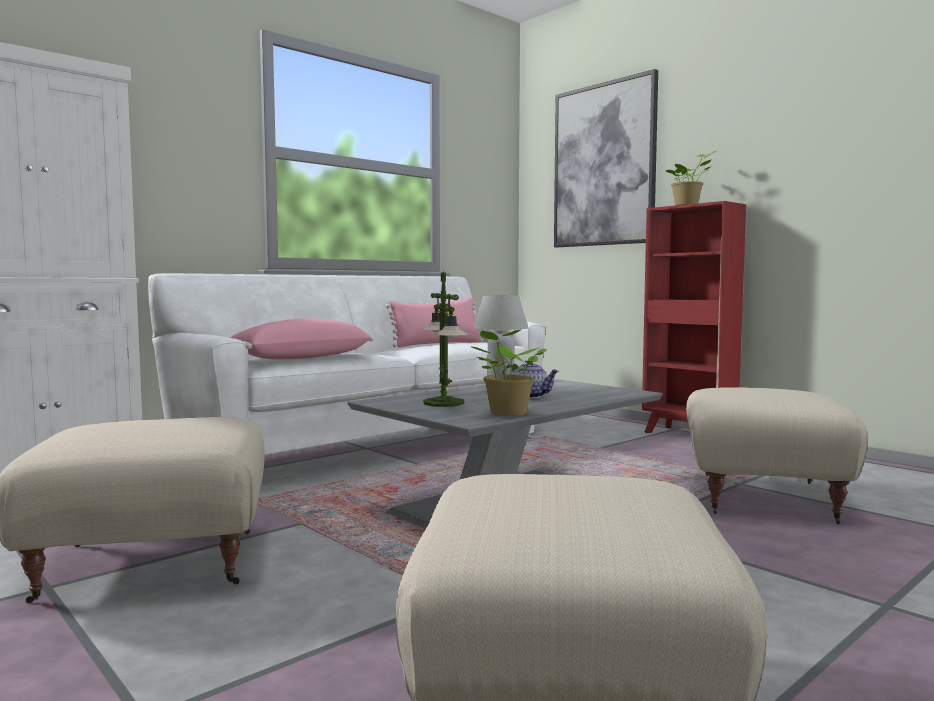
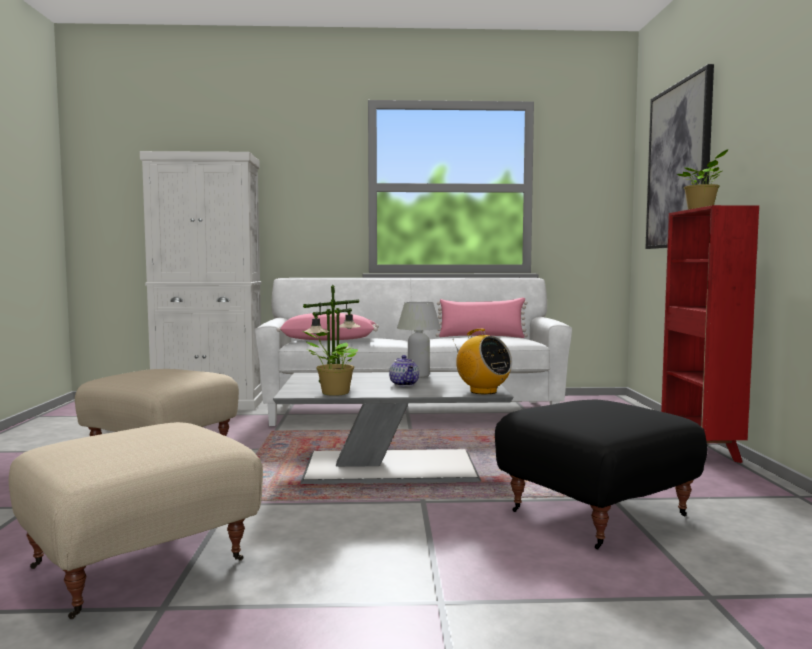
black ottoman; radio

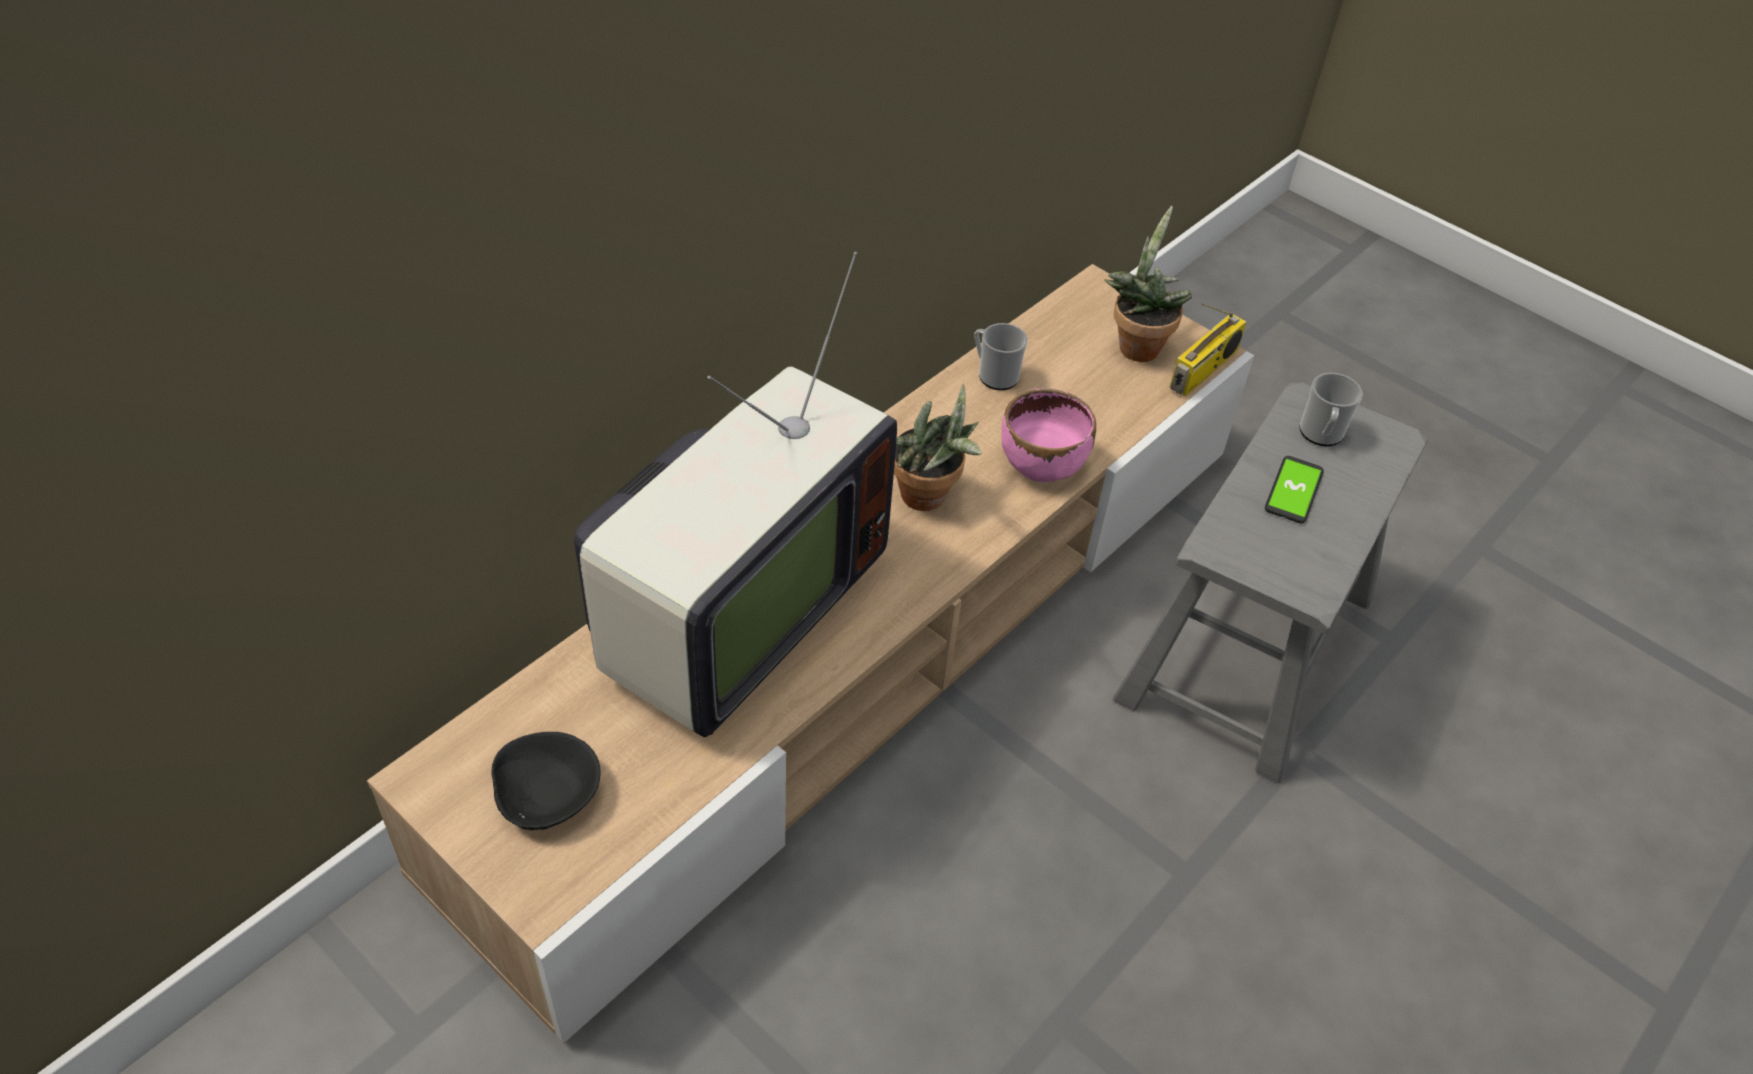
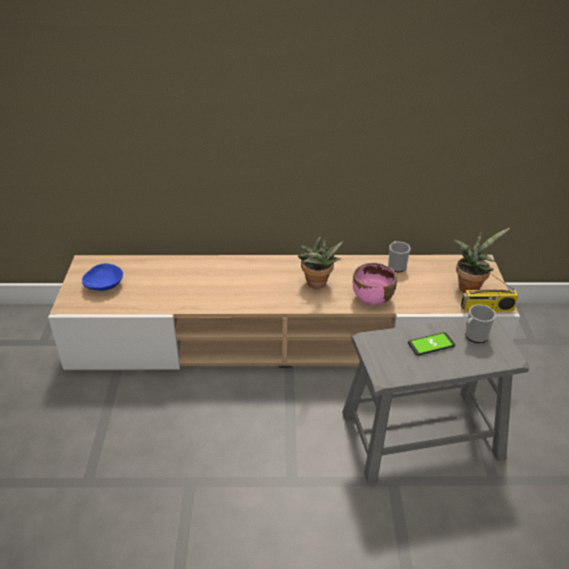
television; blue bowl

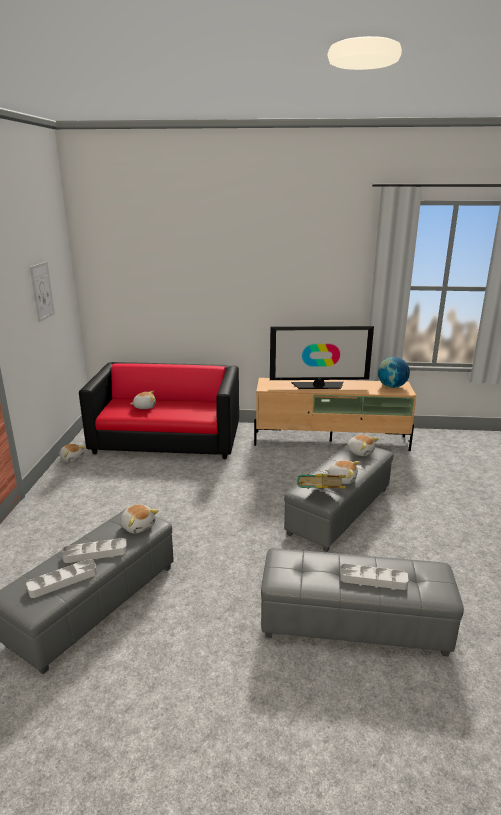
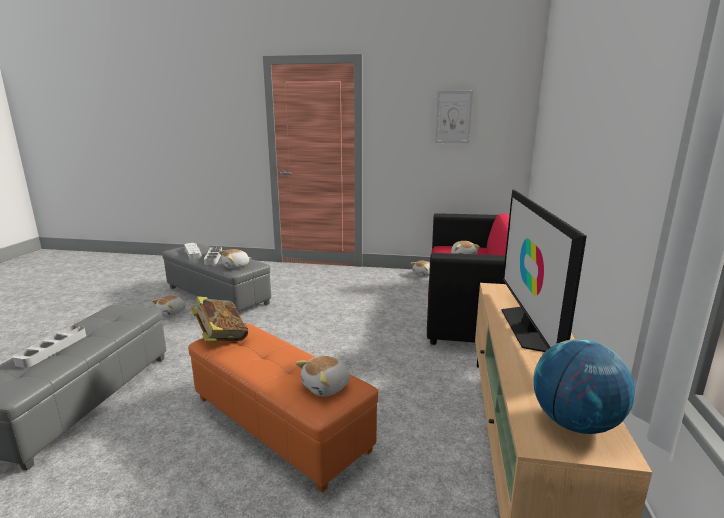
orange ottoman; plush toy (no. 1 from left)

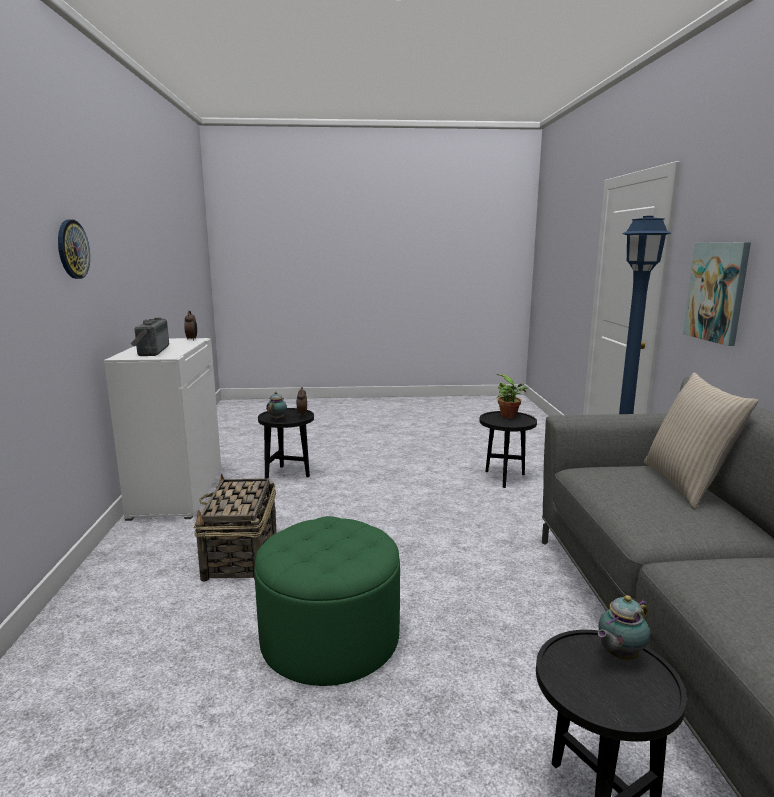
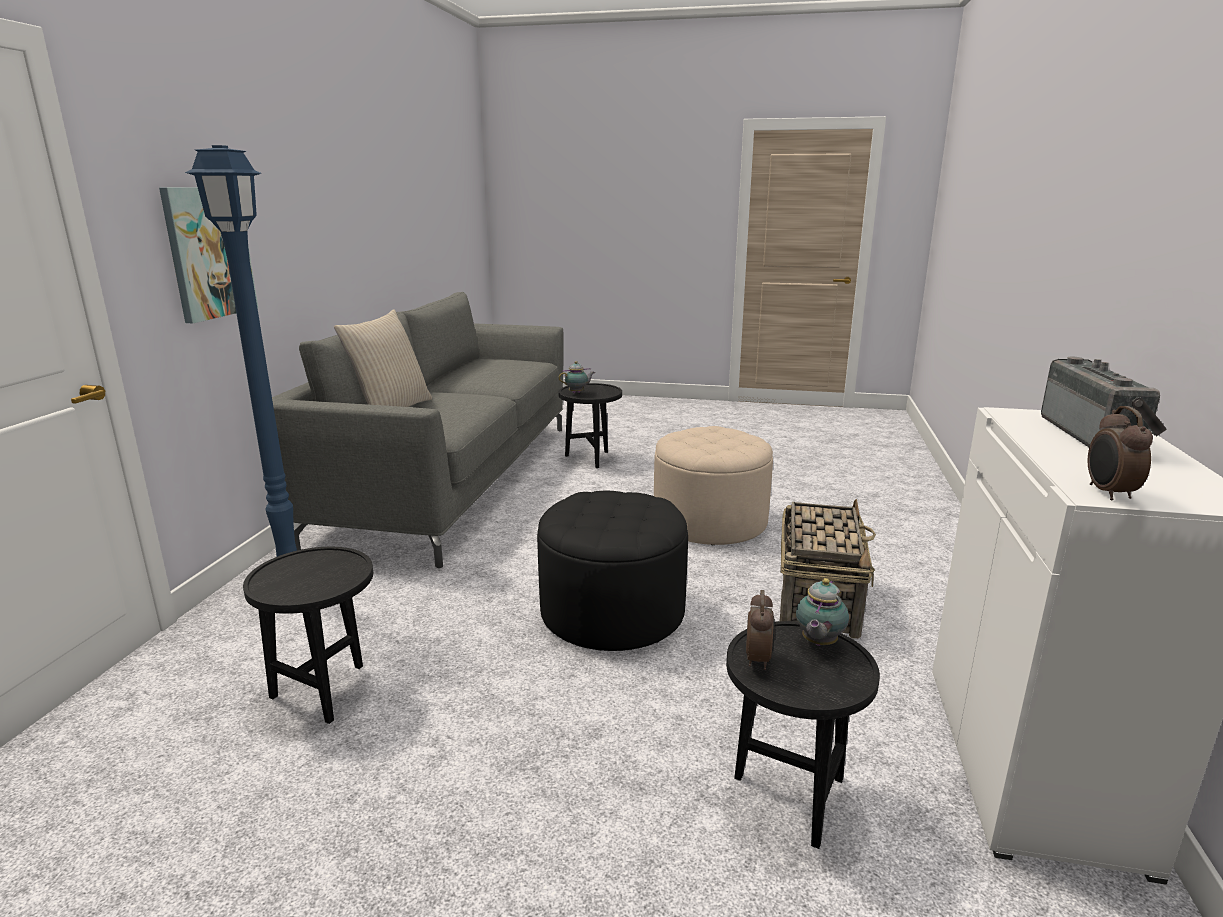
wall clock; potted plant; beige ottoman; black ottoman

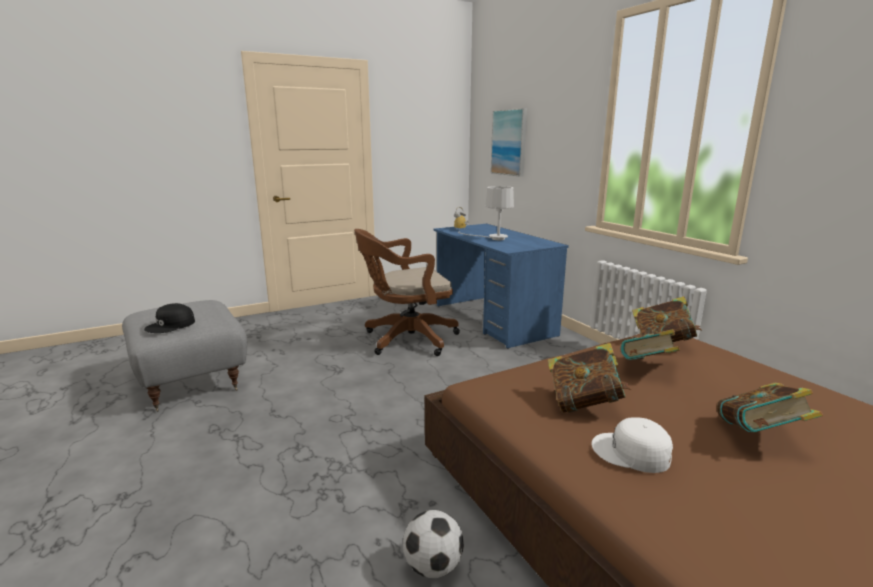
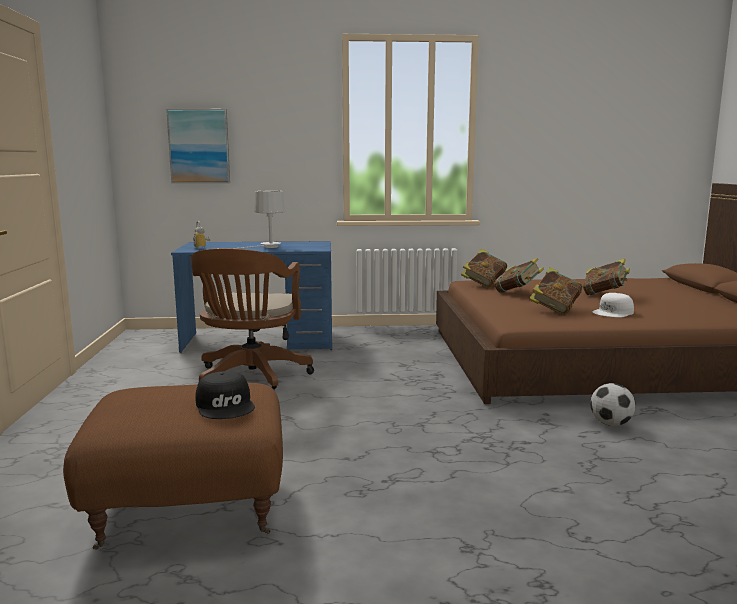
brown ottoman

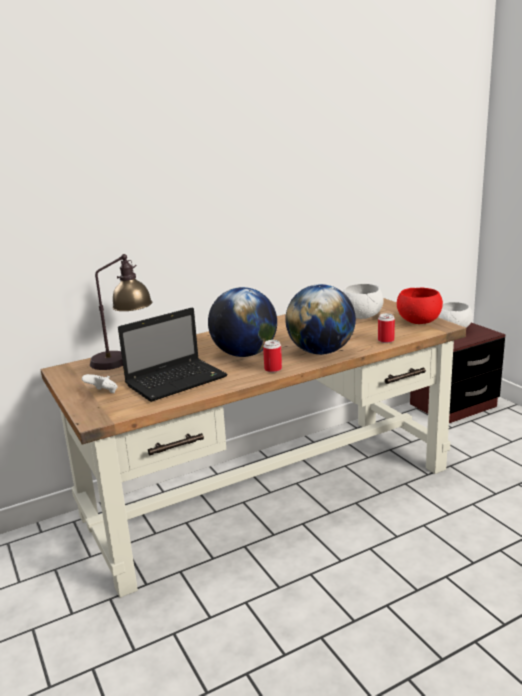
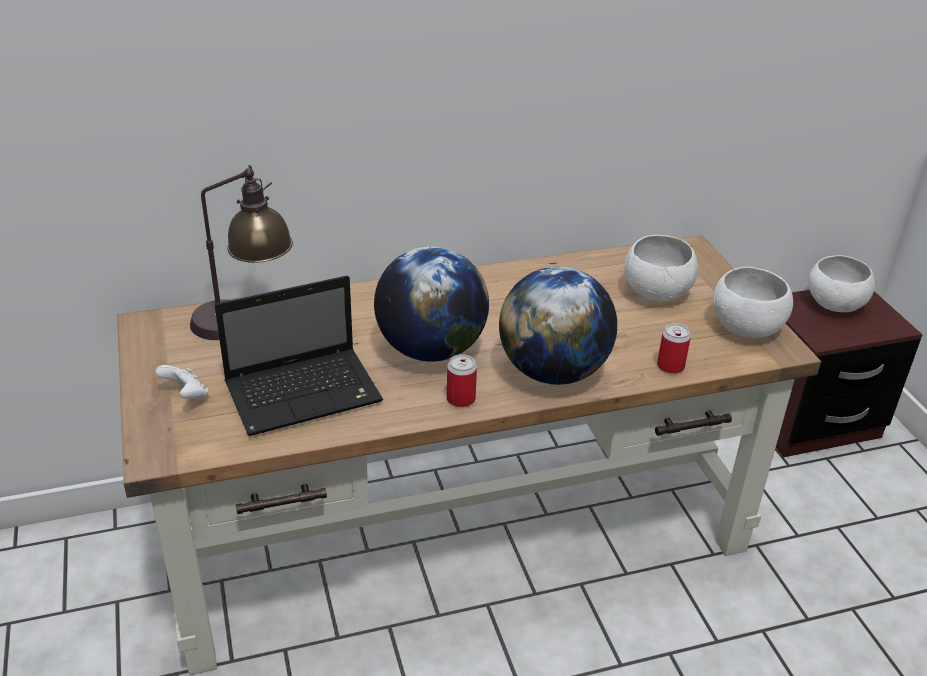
white bowl (no. 2 from left)

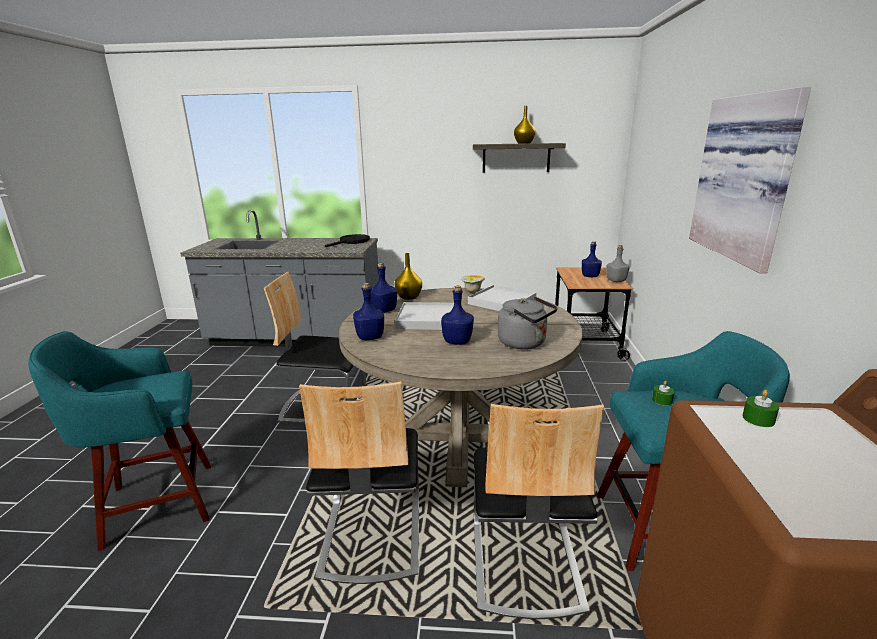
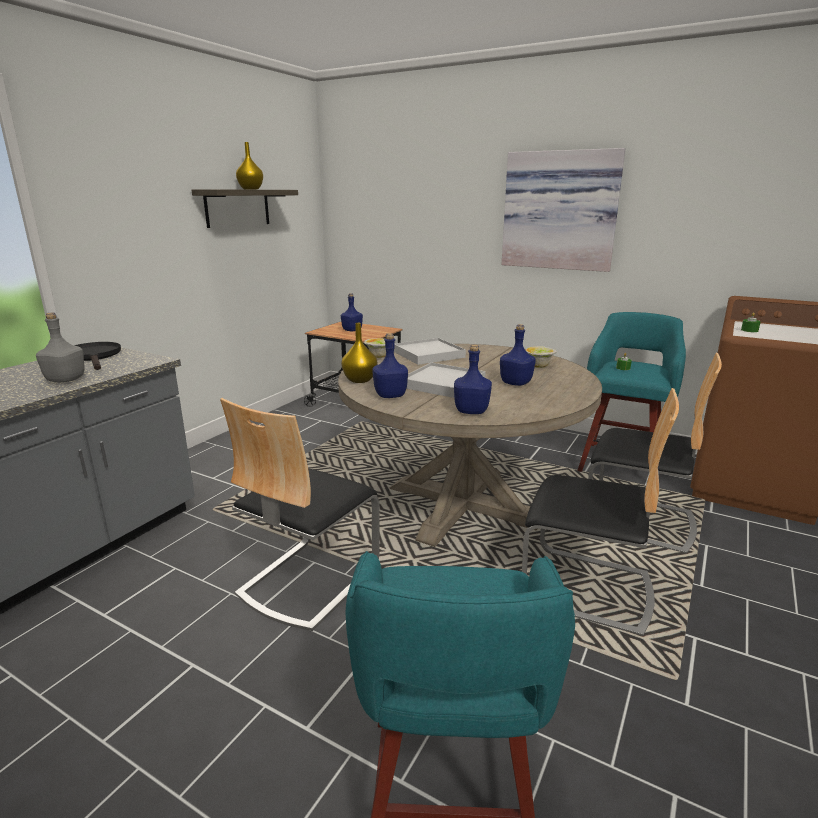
grey bottle; bowl (no. 2 from left)

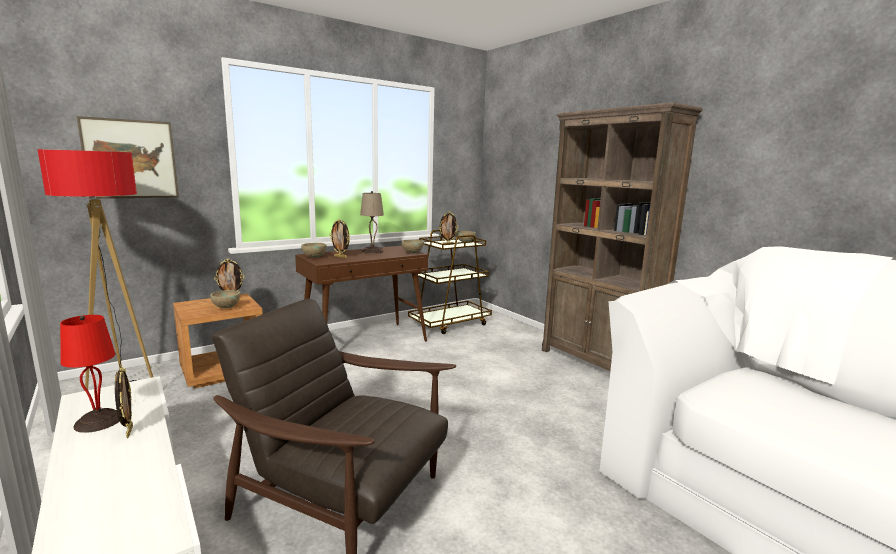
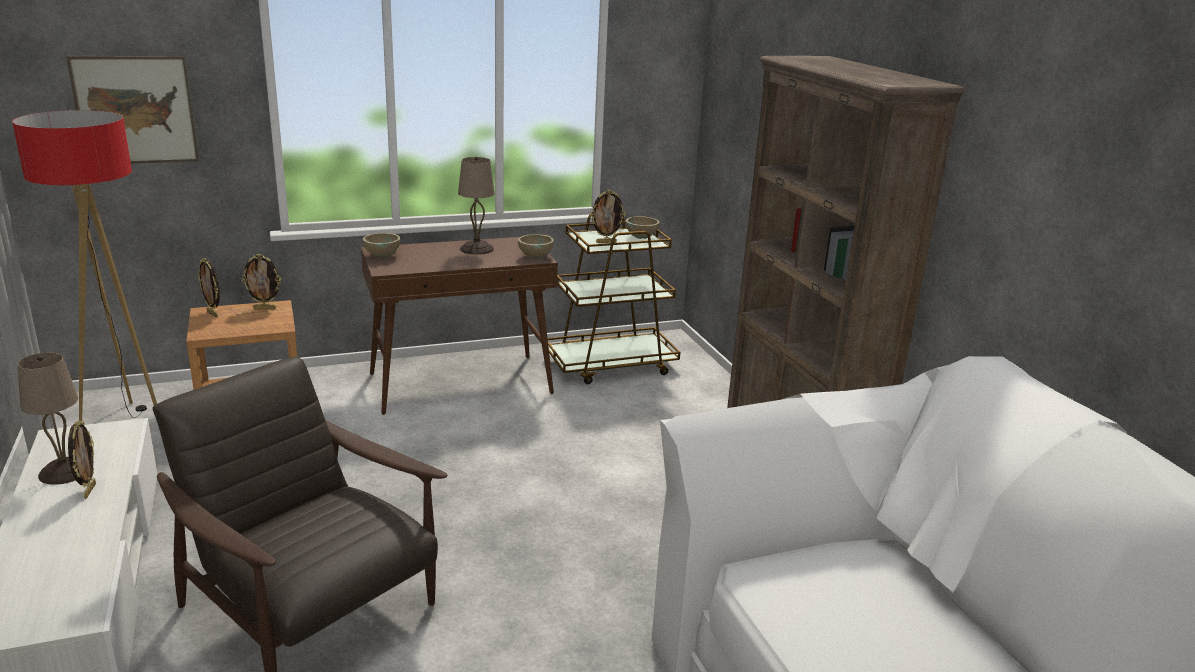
picture frame (no. 2 from left); beige bowl (no. 1 from left in the first image); beige table lamp (no. 1 from left)

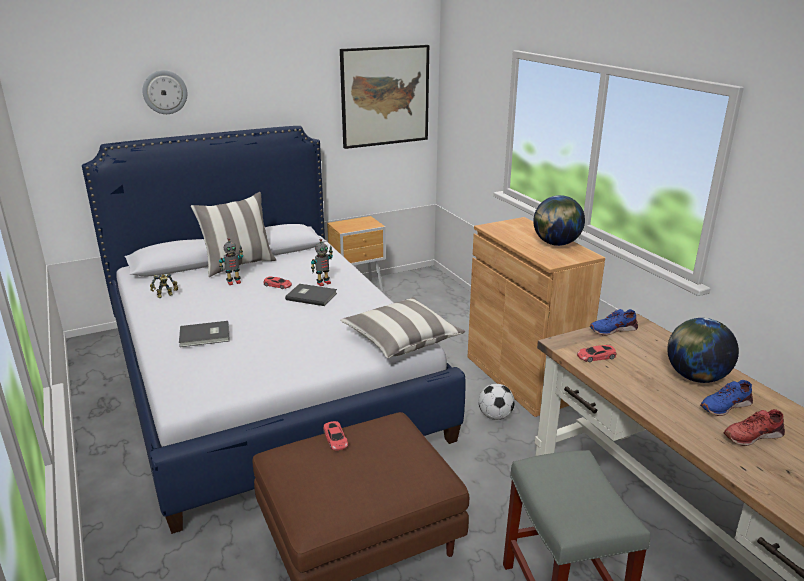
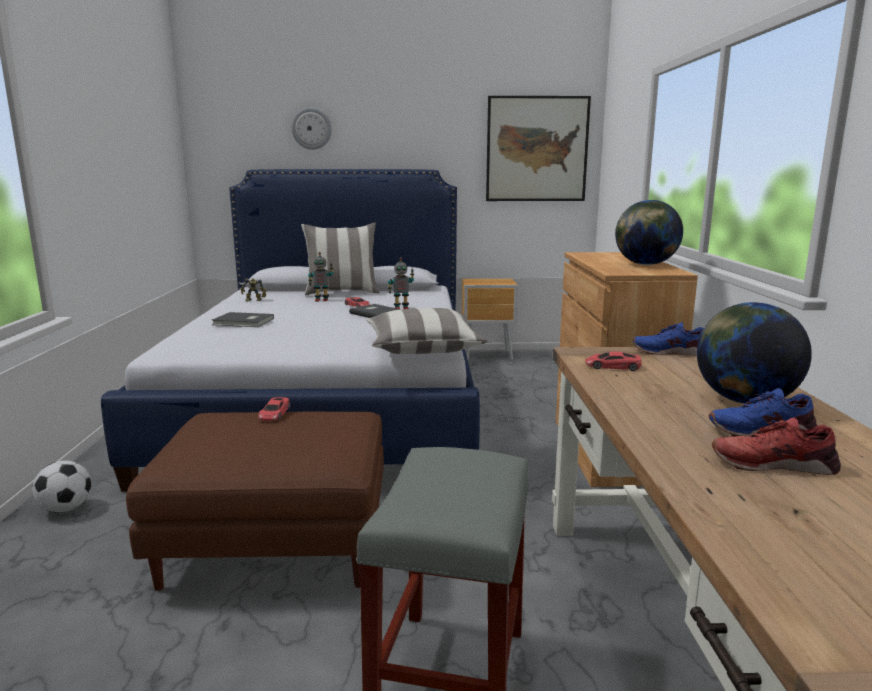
football

